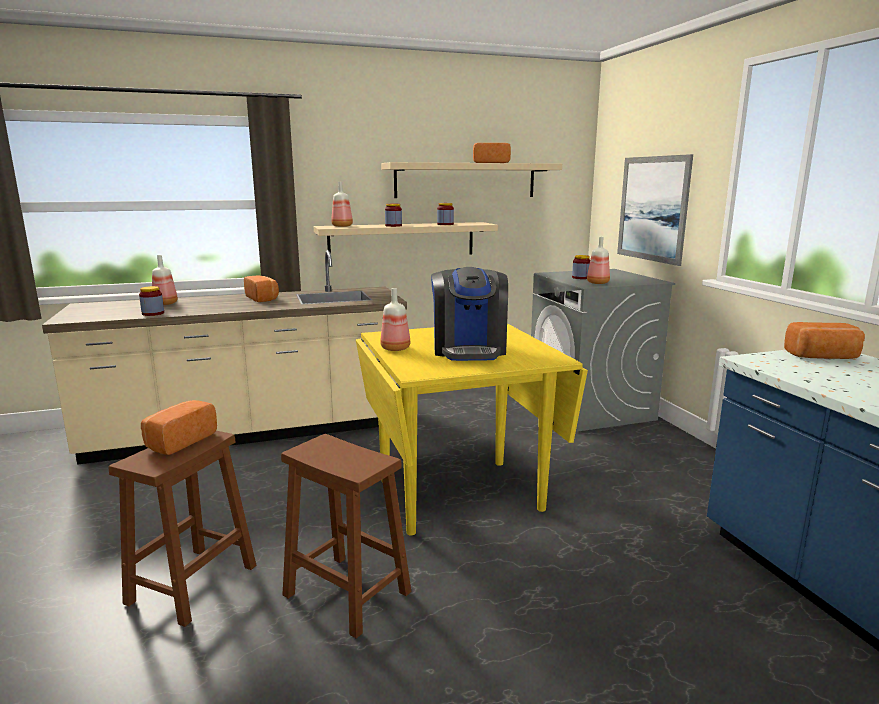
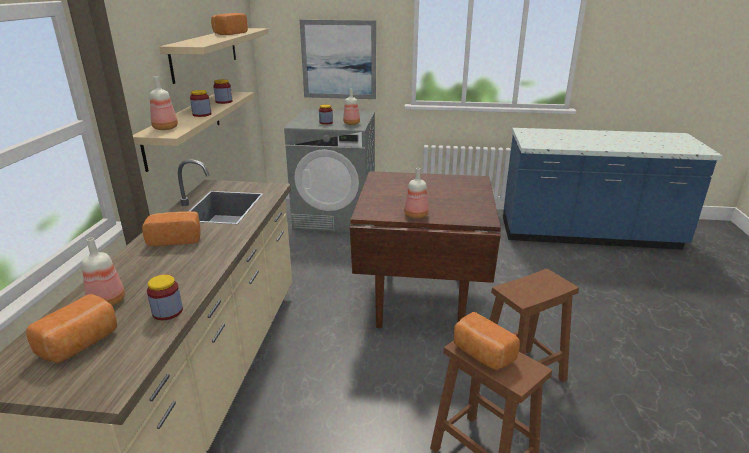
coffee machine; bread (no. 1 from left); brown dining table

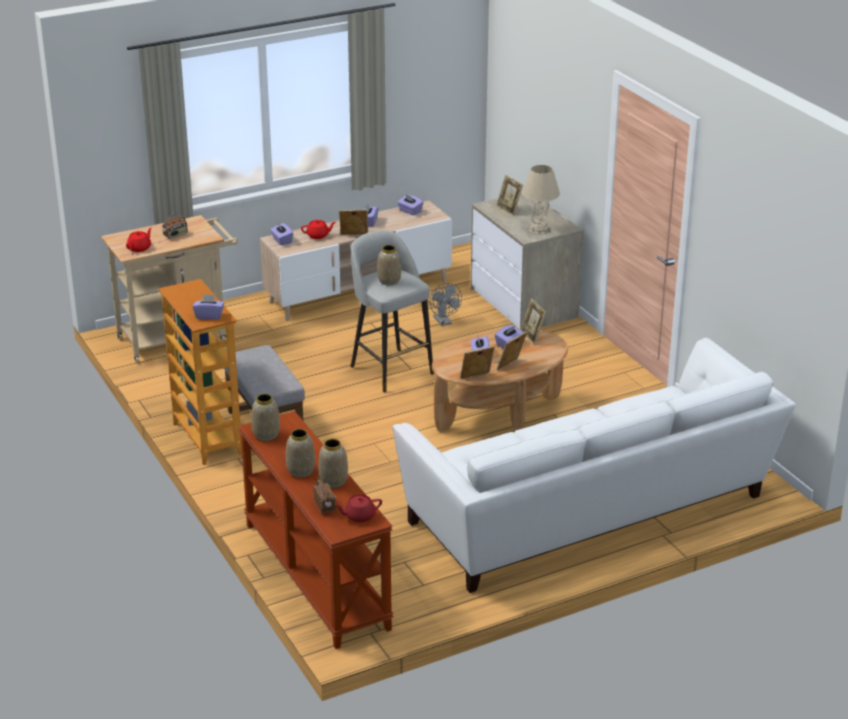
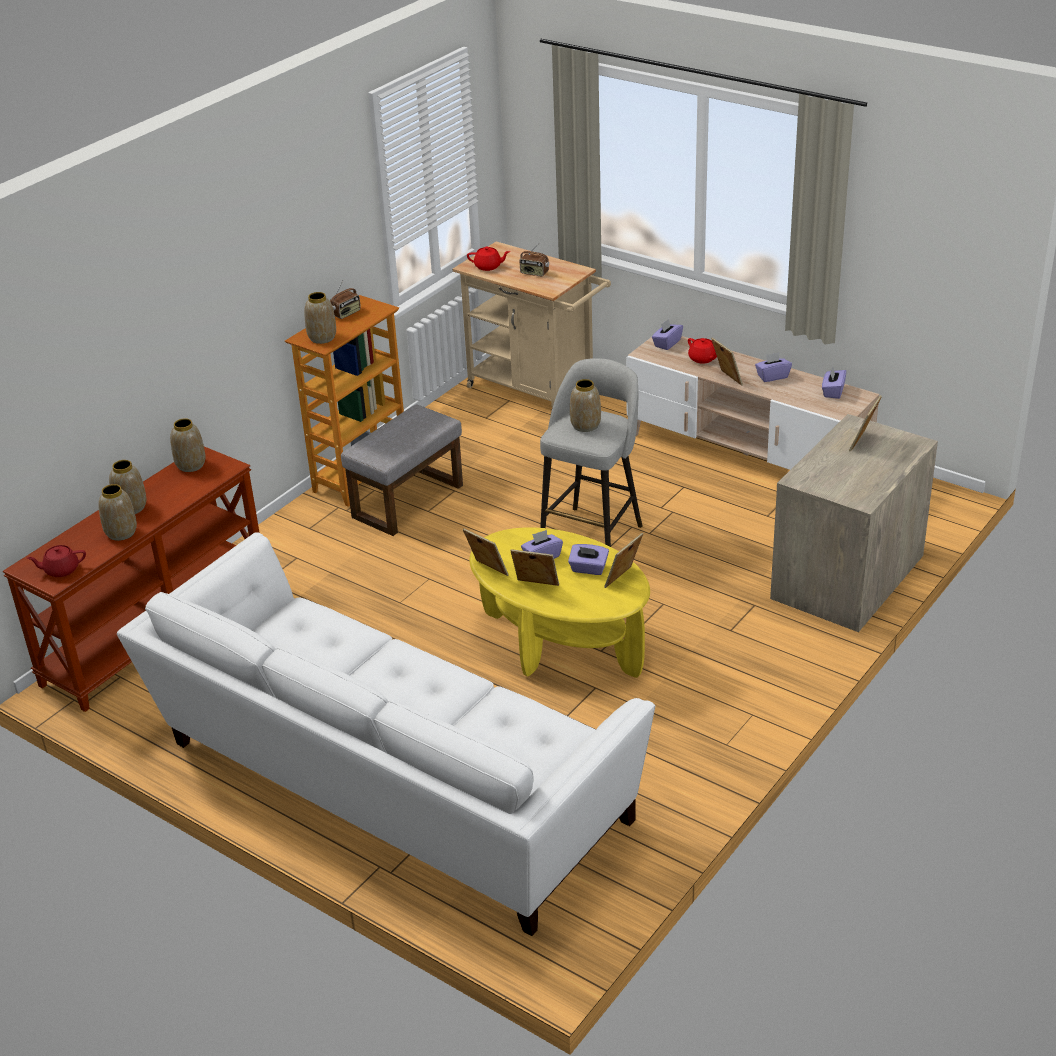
beige table lamp; grey fan; vase (no. 4 from left); yellow coffee table; radio (no. 1 from left); red teapot (no. 1 from left)

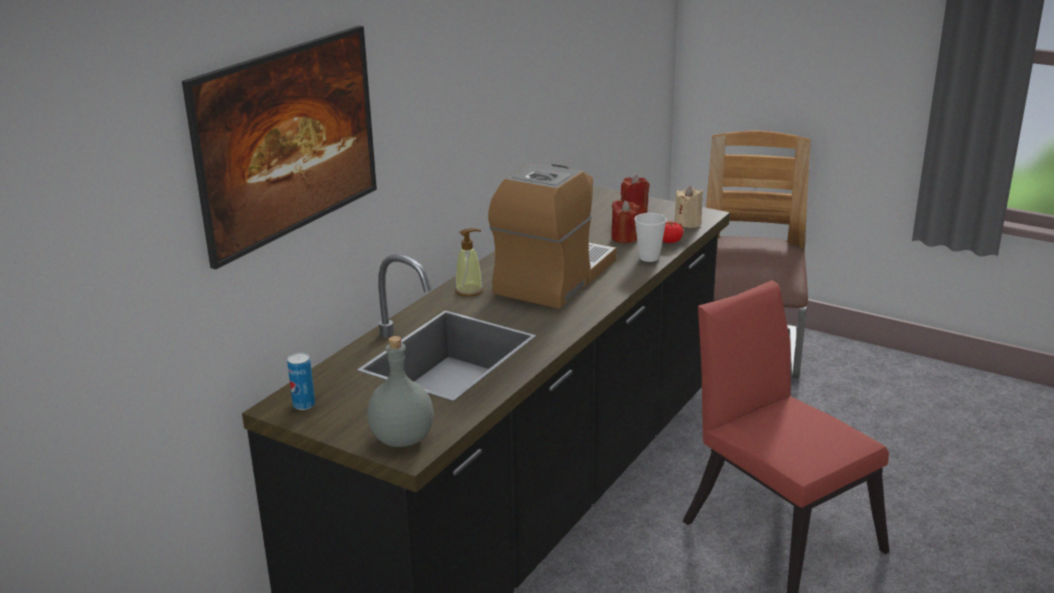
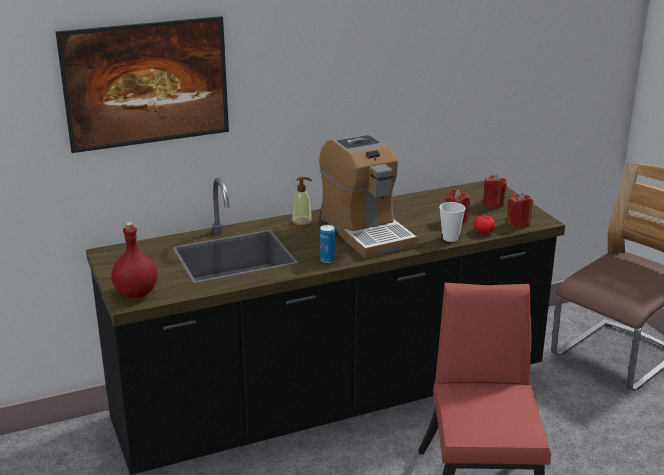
coffee machine; red candle (no. 3 from left); red bottle; can

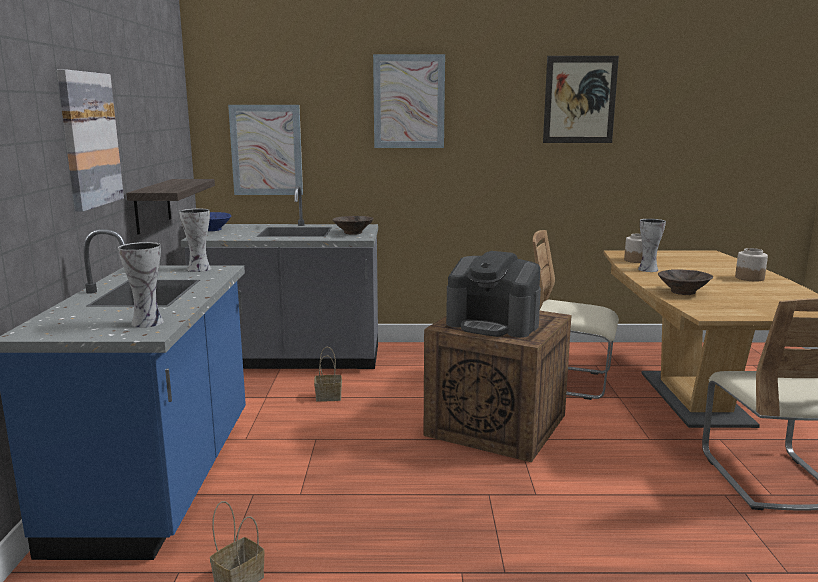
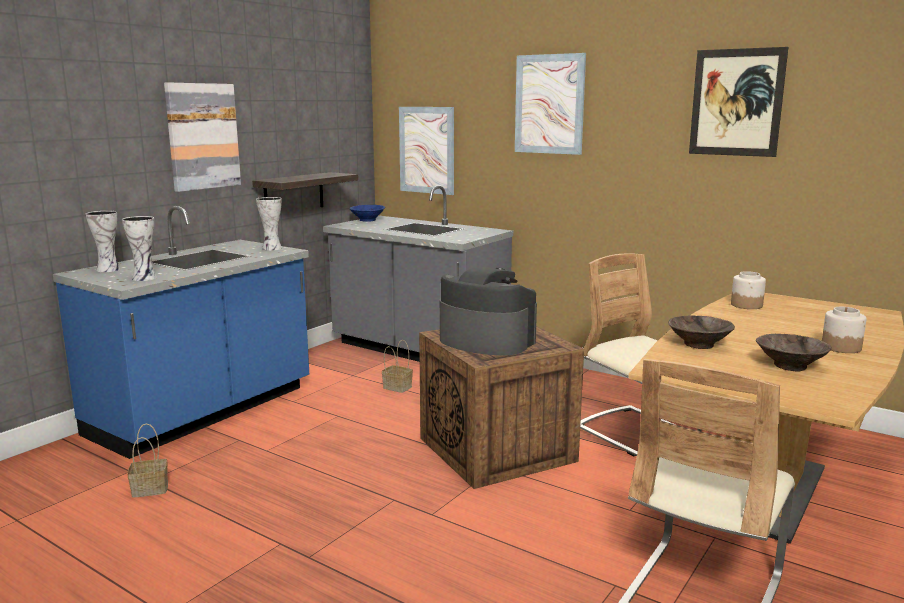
brown bowl (no. 2 from left); vase (no. 1 from left); coffee machine

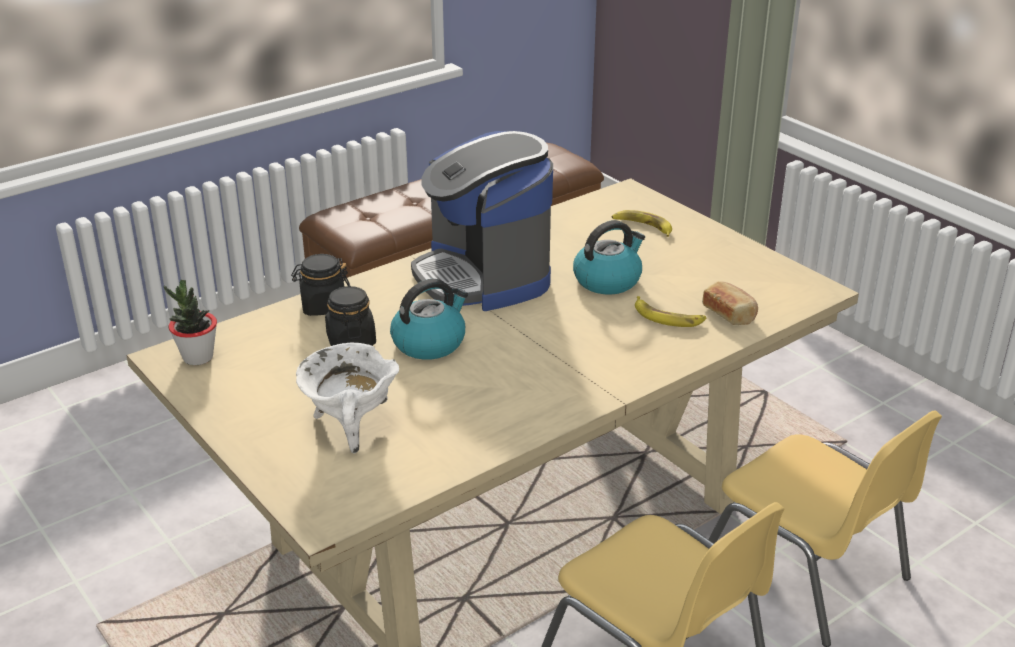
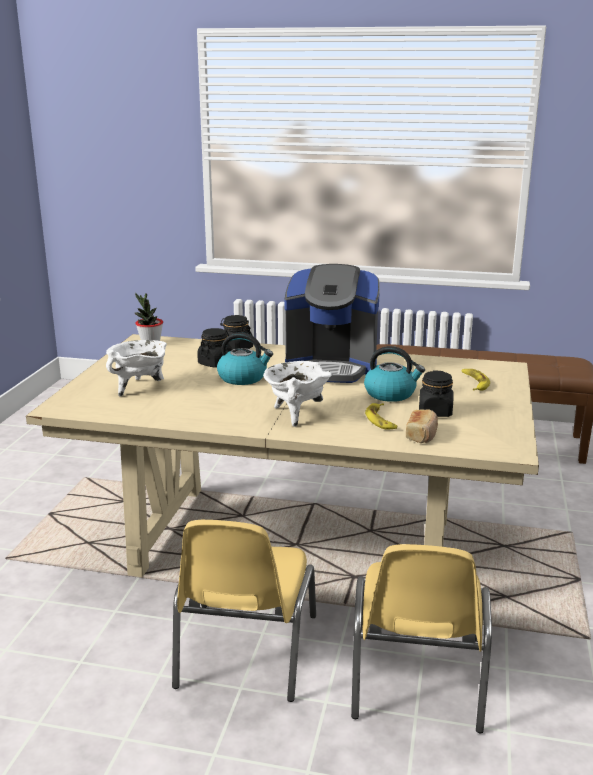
coffee machine; white cooking pot (no. 2 from left); black jar (no. 3 from left)

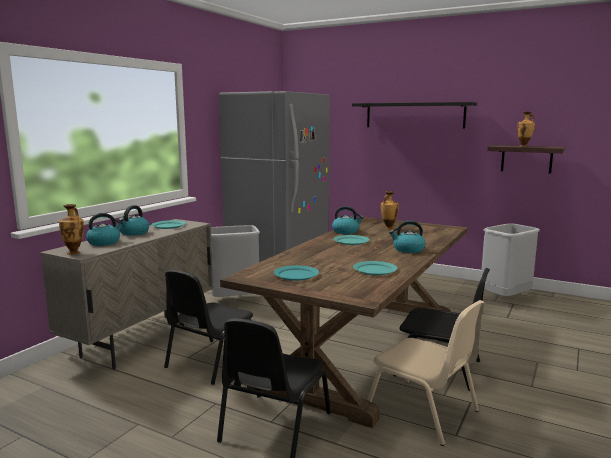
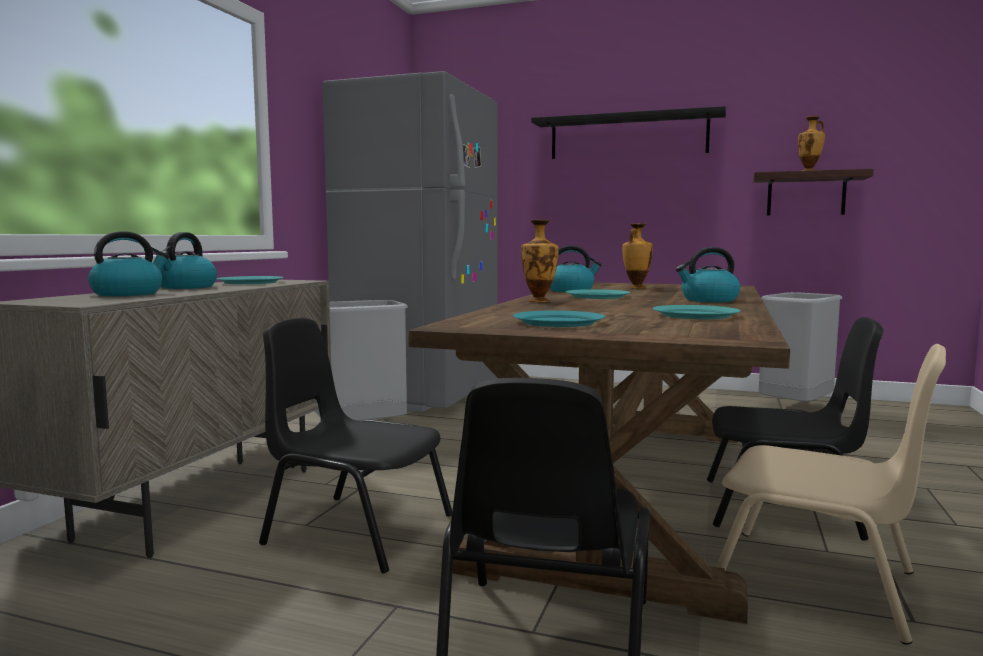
vase (no. 1 from left); black chair (no. 1 from left)

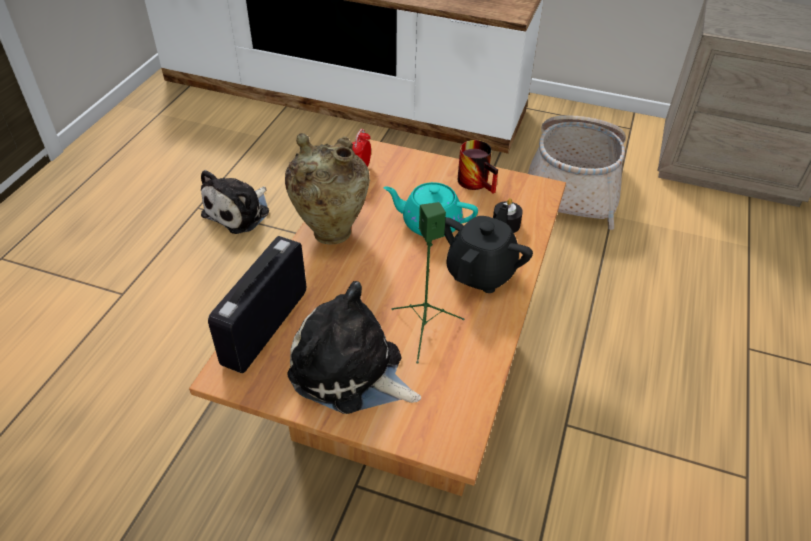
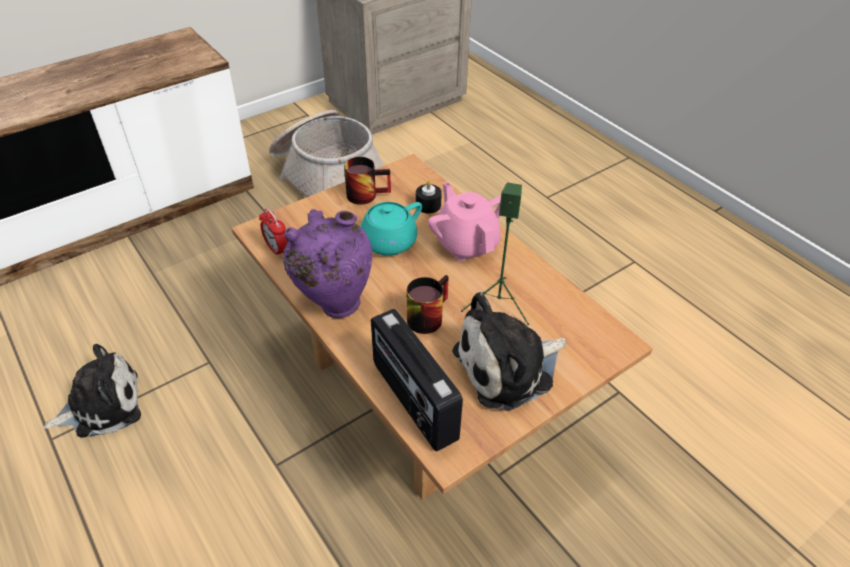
purple vase; plush toy (no. 1 from left); pink teapot; mug (no. 2 from left)

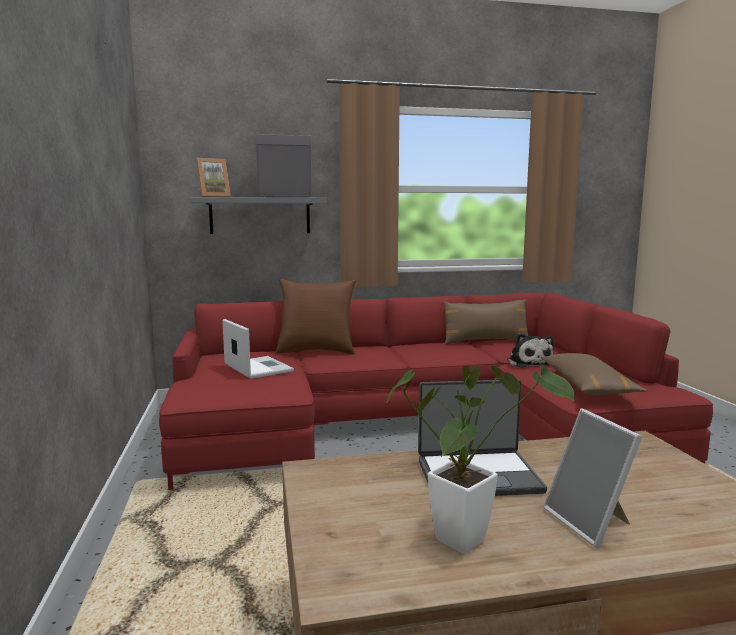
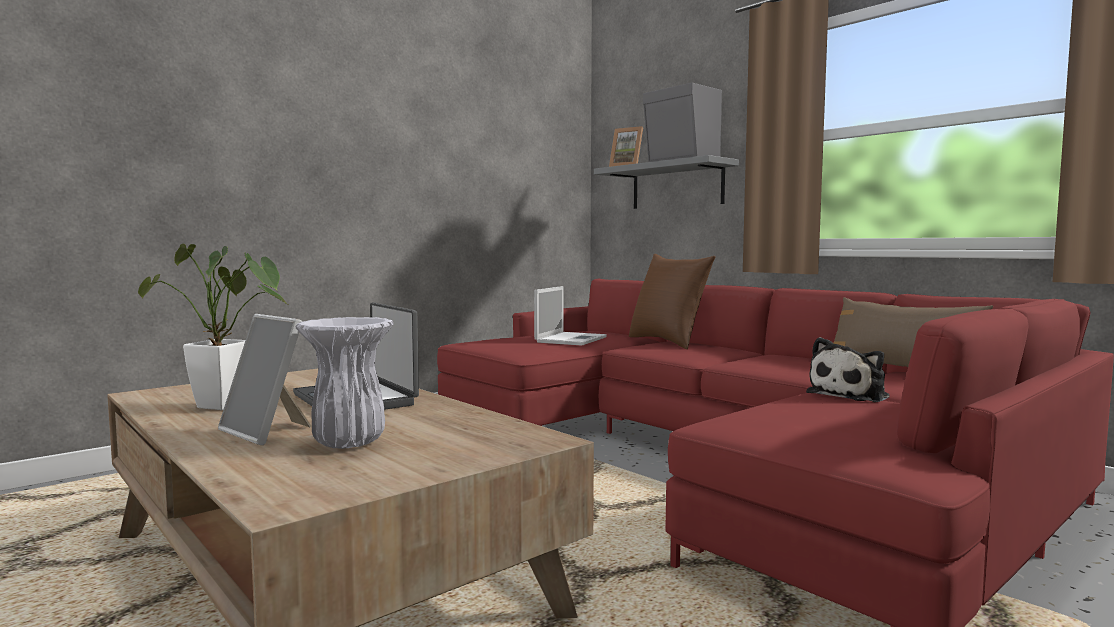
brown pillow (no. 3 from left in the first image); picture frame (no. 1 from left); white vase

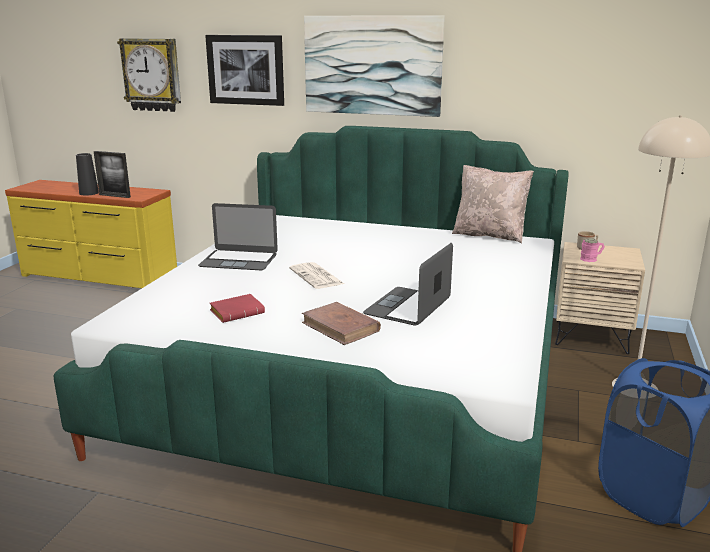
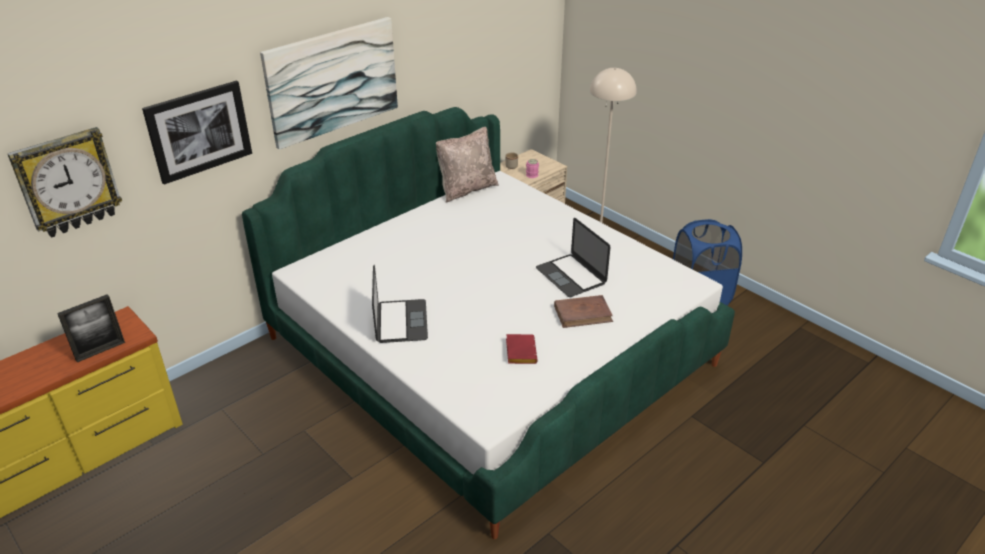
black vase; laptop (no. 1 from left); newspaper

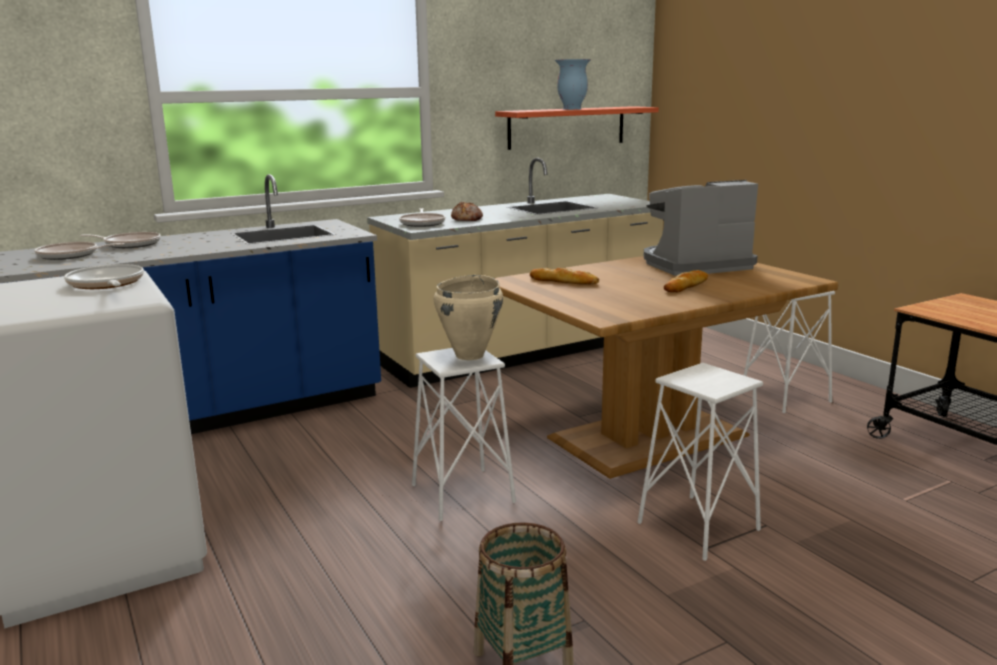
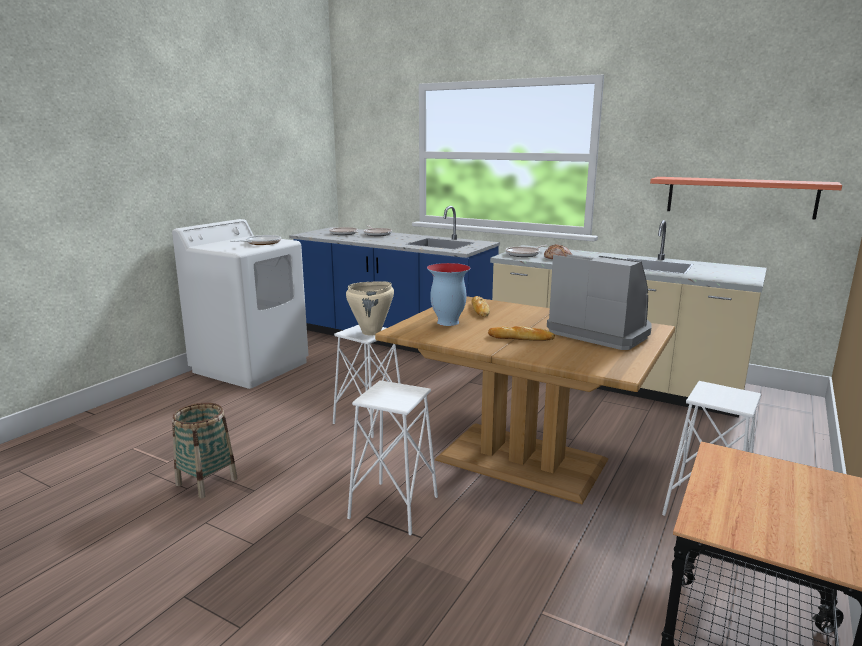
vase

